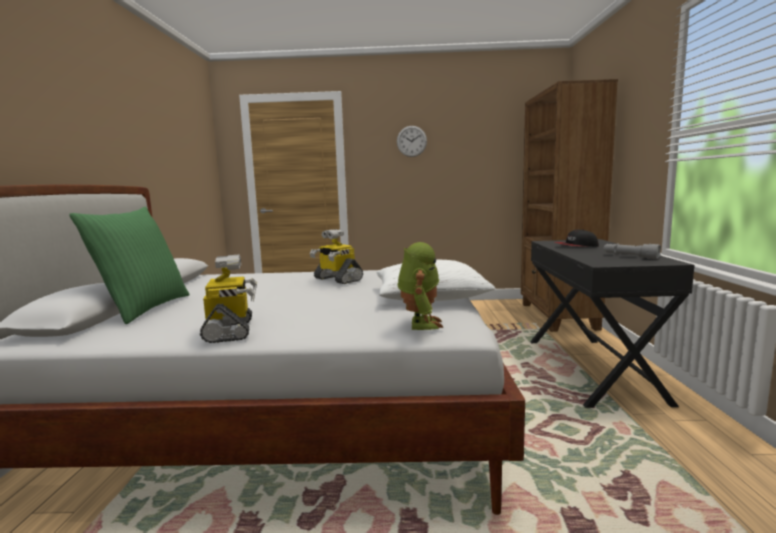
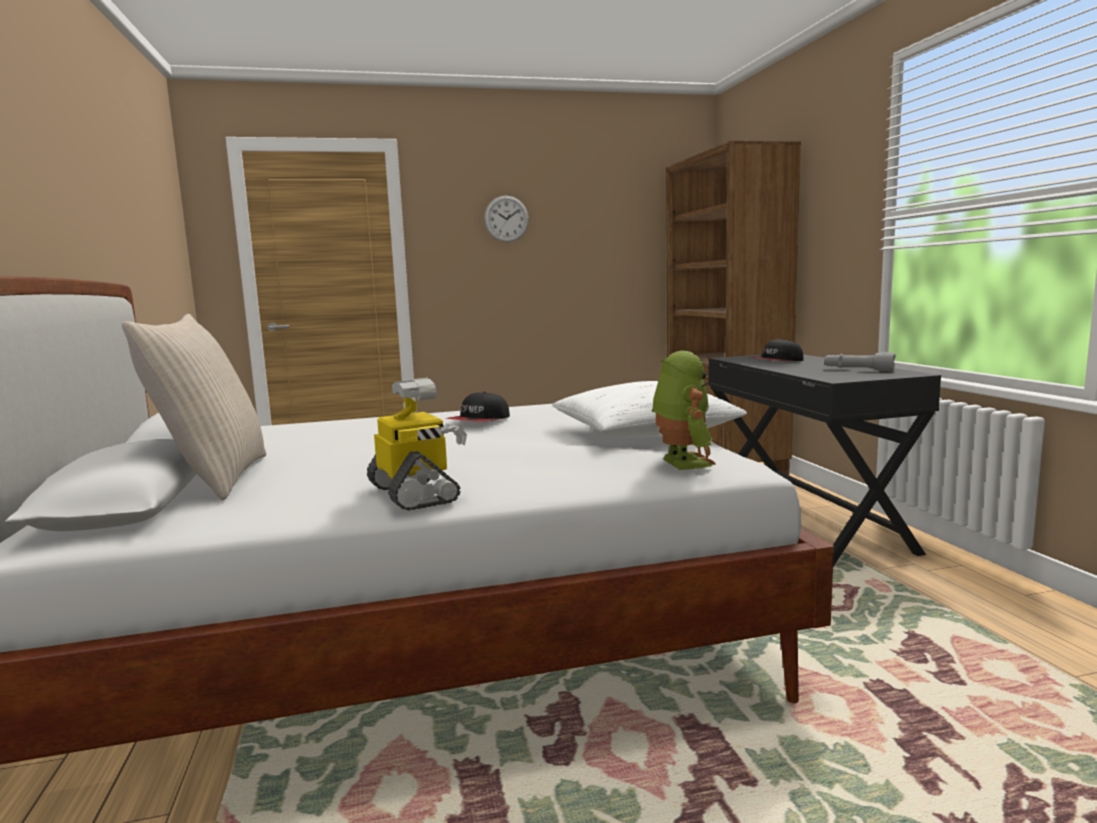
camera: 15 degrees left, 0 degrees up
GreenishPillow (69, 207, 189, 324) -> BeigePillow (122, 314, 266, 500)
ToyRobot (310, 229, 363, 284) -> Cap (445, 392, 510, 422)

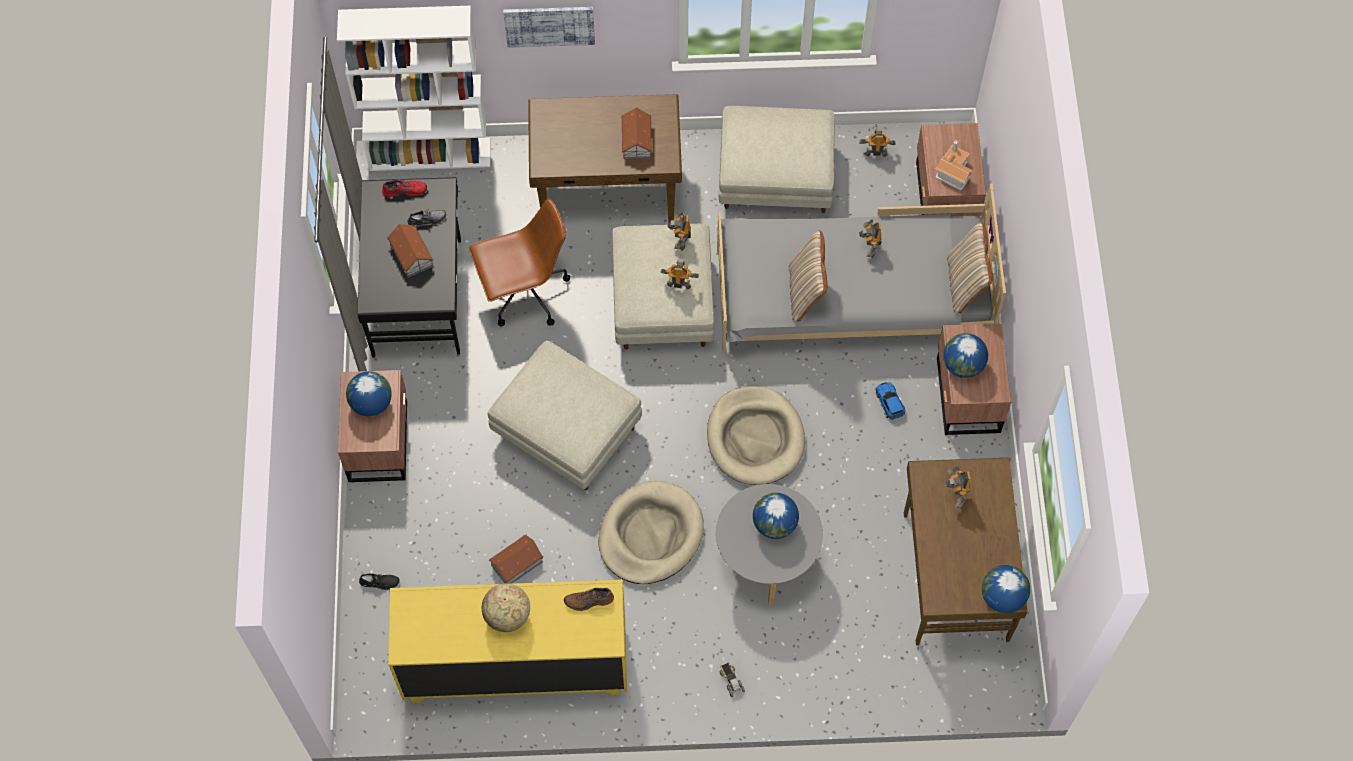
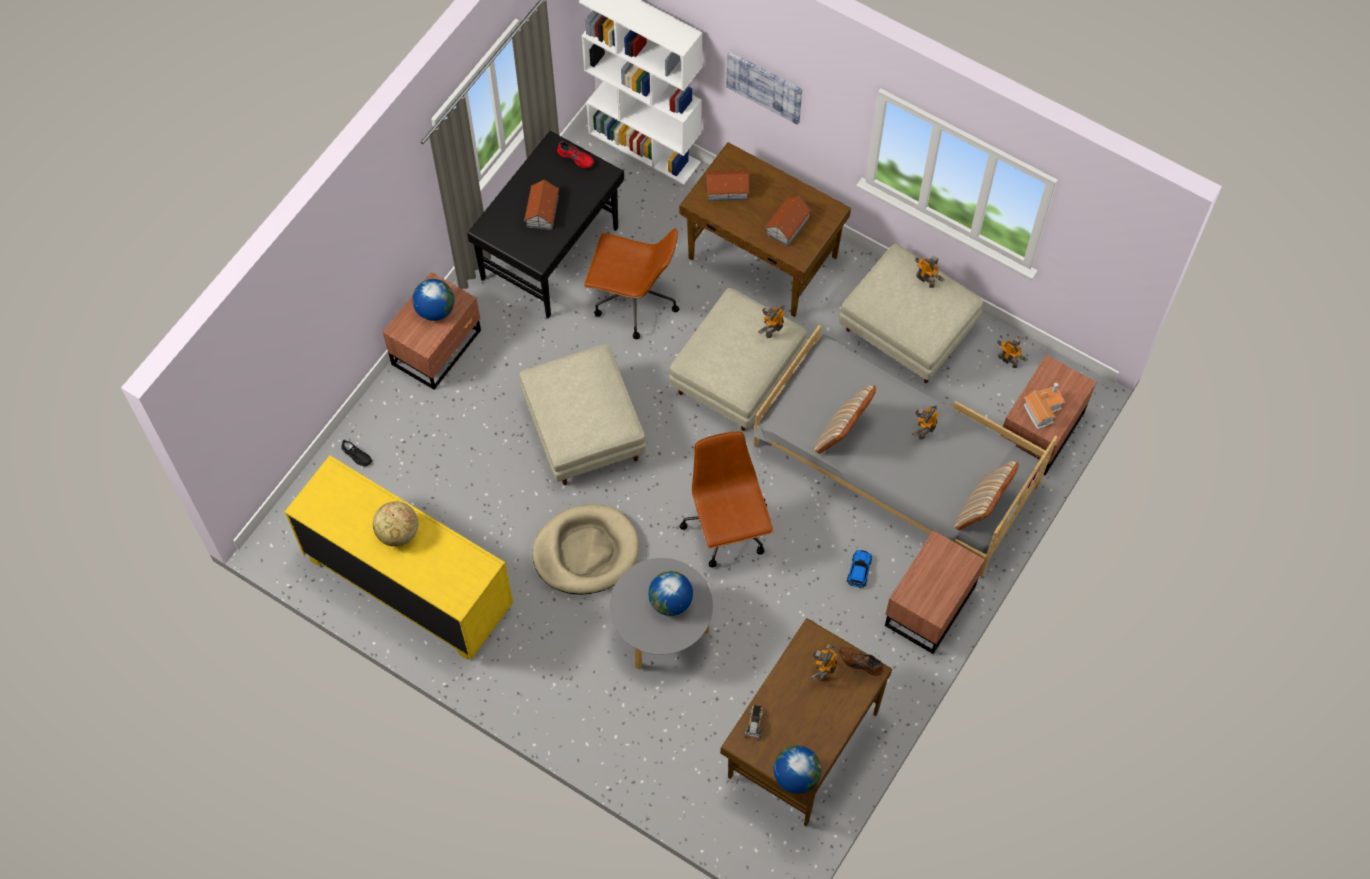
camera: 35 degrees right, 0 degrees up
GreyishLowShoe (408, 210, 446, 227) -> none
ToyRobot (660, 259, 699, 289) -> ToyRobot (915, 256, 945, 288), move
WorldGlobe (943, 333, 988, 378) -> none
BeigeDogCushion (707, 386, 805, 485) -> BrownishComputerChair (680, 431, 773, 567)
ToyHouse (488, 534, 544, 584) -> ToyHouse (706, 169, 750, 201), move
BrownishLowShoe (564, 588, 614, 611) -> BrownishLowShoe (839, 647, 884, 676), move
ToyLorry (720, 662, 745, 697) -> ToyLorry (744, 705, 764, 740), move

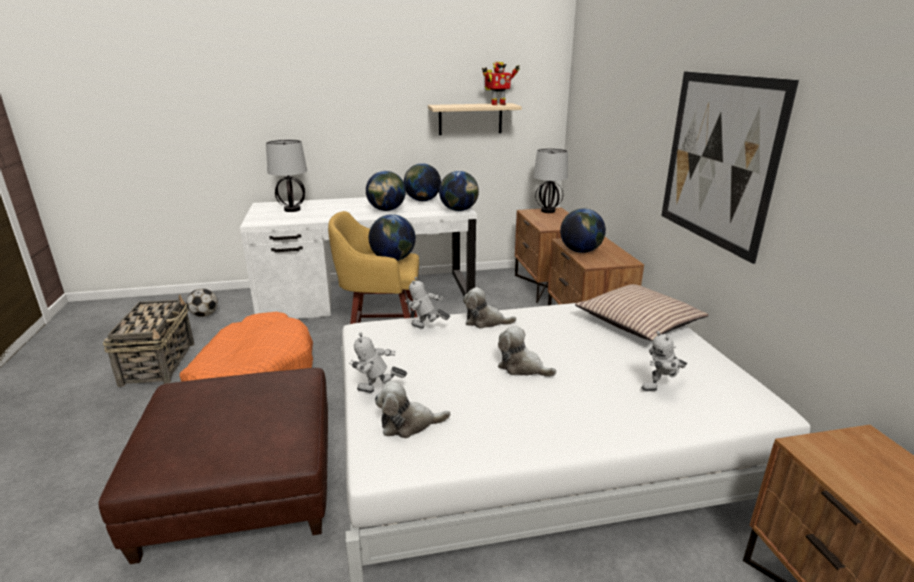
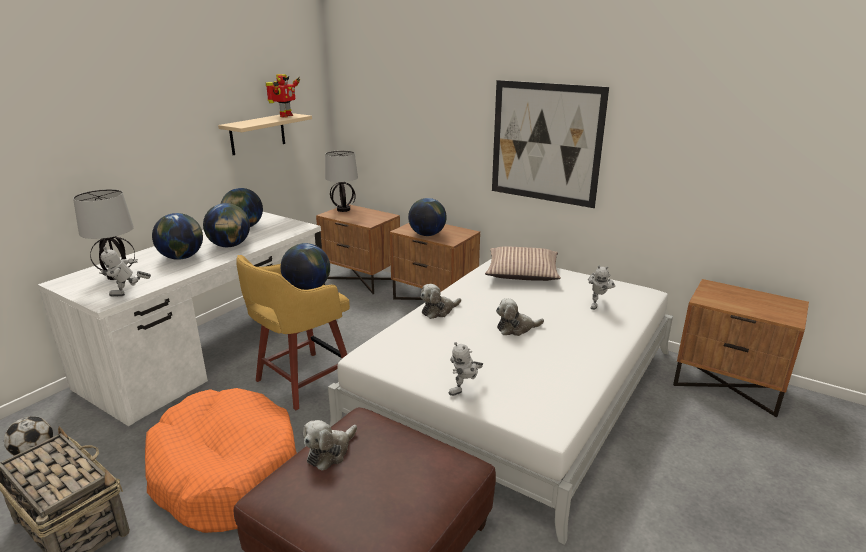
camera: 45 degrees left, 0 degrees up
WorldGlobe (439, 171, 479, 211) -> WorldGlobe (152, 213, 203, 260), move
ToyRobot (405, 277, 450, 329) -> ToyRobot (99, 247, 151, 296), move
SoftToy (375, 381, 450, 438) -> SoftToy (303, 420, 357, 471), move

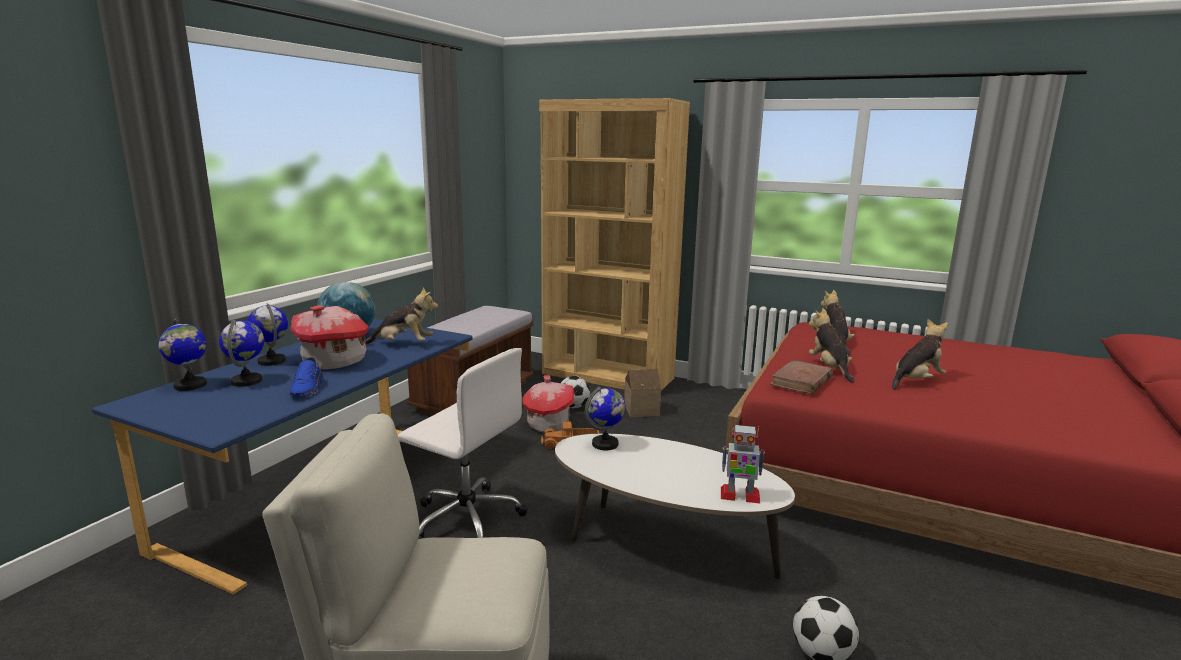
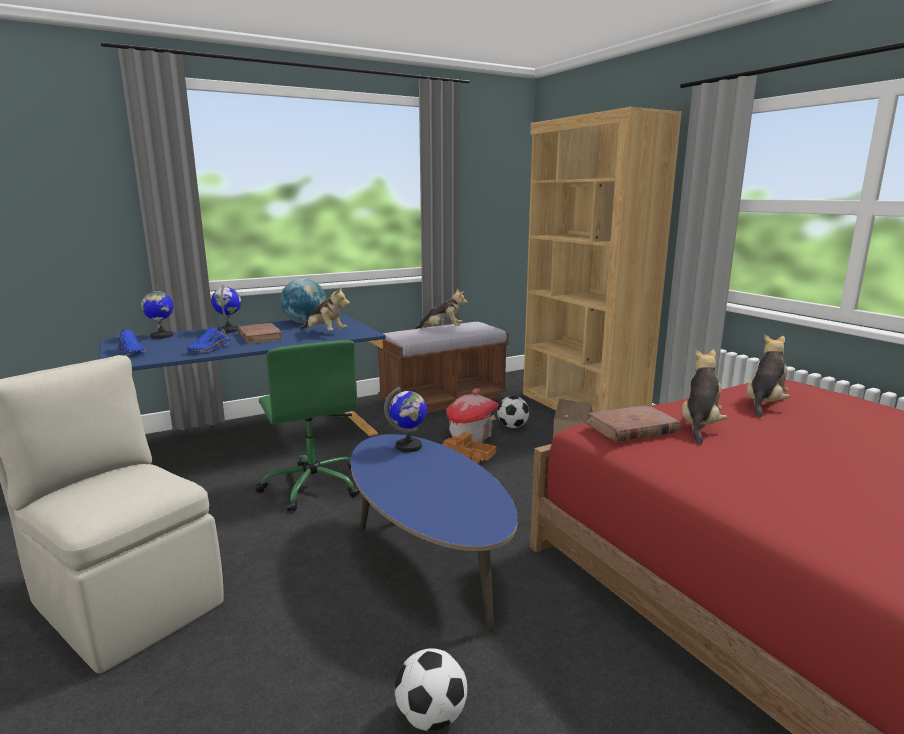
camera: 35 degrees right, 0 degrees up
ToyHouse (291, 305, 369, 370) -> BrownishBoundBook (238, 323, 283, 344)
WorldGlobe (219, 319, 264, 387) -> none
SoftToy (892, 319, 948, 390) -> SoftToy (415, 289, 467, 329), move
WhiteColouredComputerChair (398, 348, 527, 539) -> GreenishComputerChair (255, 340, 359, 512)
ToyRobot (721, 424, 765, 503) -> none
WhiteColouredLowTable (555, 434, 795, 579) -> BluishLowTable (351, 434, 518, 633)
none -> BluishLowShoe (118, 329, 146, 356)

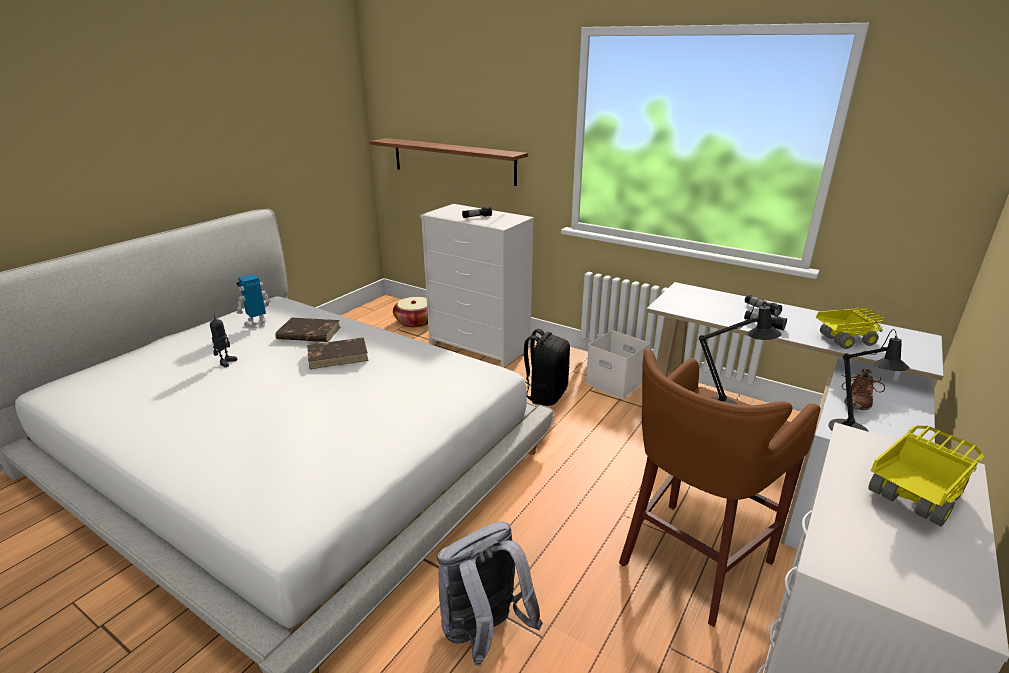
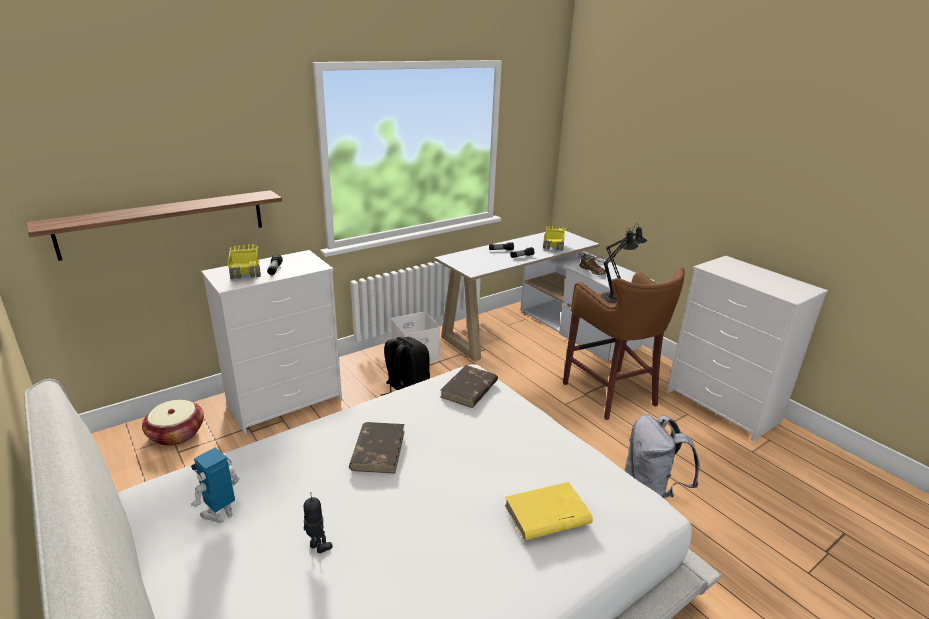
camera: 70 degrees left, 0 degrees up
ToyRobot (236, 274, 270, 329) -> ToyRobot (191, 447, 240, 523), 60 degrees clockwise
BrownishBoundBook (275, 318, 341, 342) -> BrownishBoundBook (441, 365, 498, 408), move
ToyLorry (868, 426, 984, 527) -> ToyLorry (228, 244, 261, 279), move
none -> YellowBoundBook (505, 482, 593, 541)

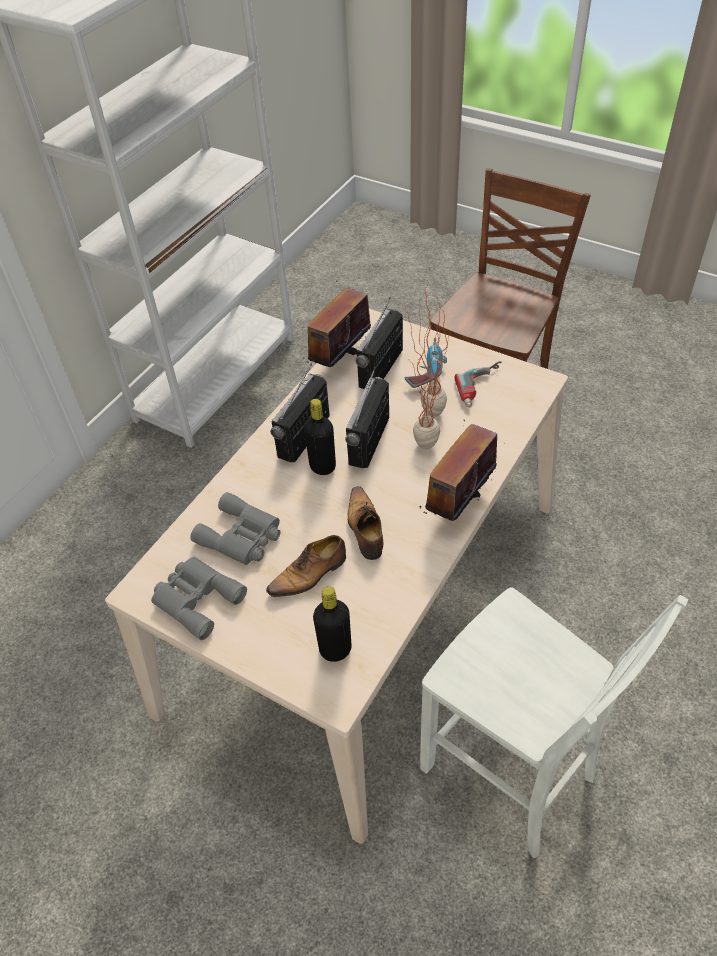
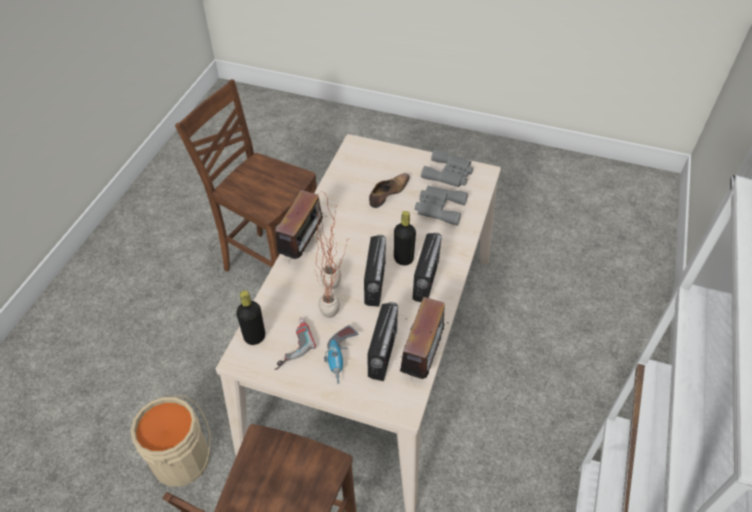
camera: 165 degrees right, 0 degrees up
LowShoe (348, 487, 383, 560) -> none
BlackColouredDrinkBottle (313, 586, 352, 662) -> BlackColouredDrinkBottle (236, 290, 265, 345), move
WhiteColouredUprightChair (420, 588, 688, 858) -> BrownishUprightChair (175, 79, 317, 271)
none -> BeigePail (130, 395, 211, 487)

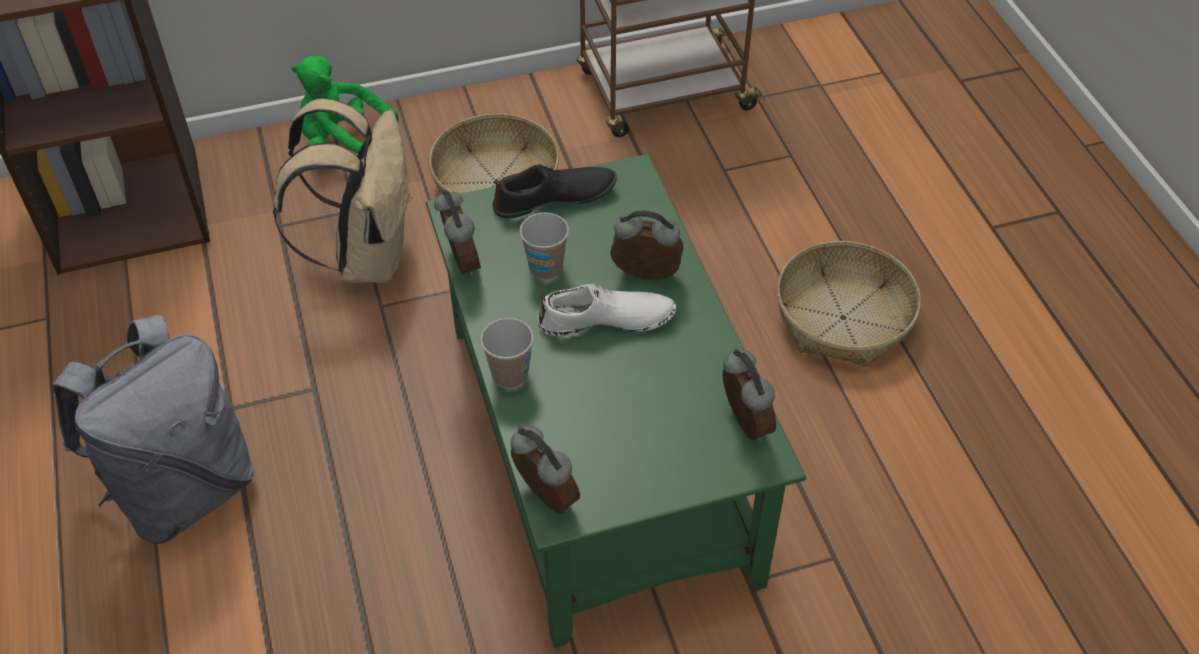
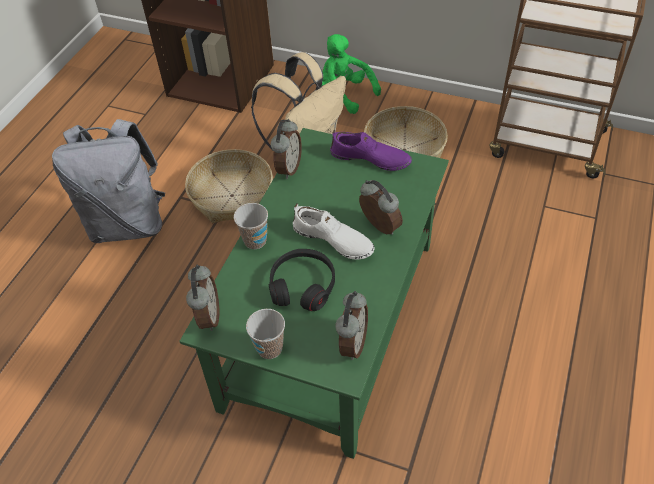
camera: 40 degrees right, 0 degrees up
BlackColouredLowShoe (492, 164, 617, 218) -> PurpleColouredLowShoe (330, 130, 412, 171)
SmallCup (520, 212, 569, 280) -> SmallCup (246, 309, 285, 359), move
StorageBasket (777, 241, 921, 367) -> StorageBasket (185, 149, 273, 223), move
none -> BlackColouredHeadset (269, 249, 335, 311)

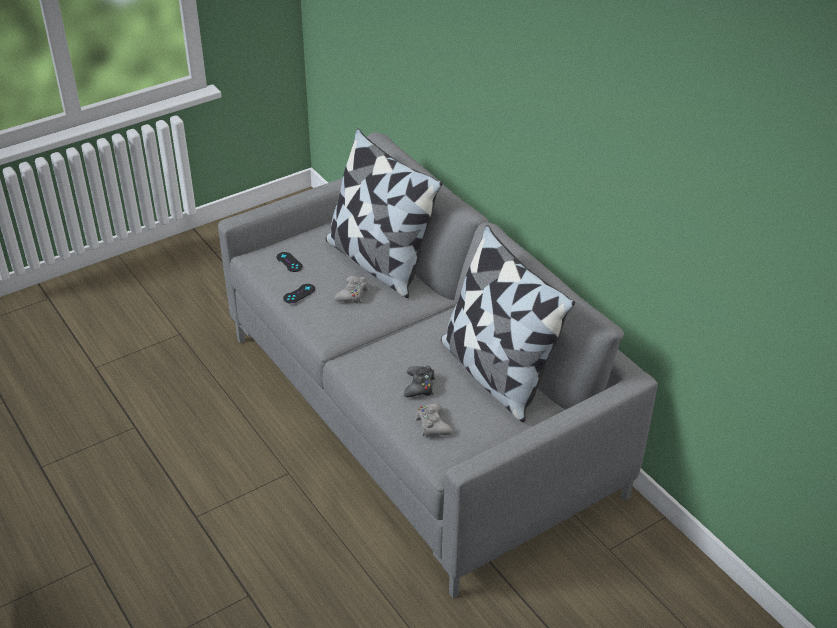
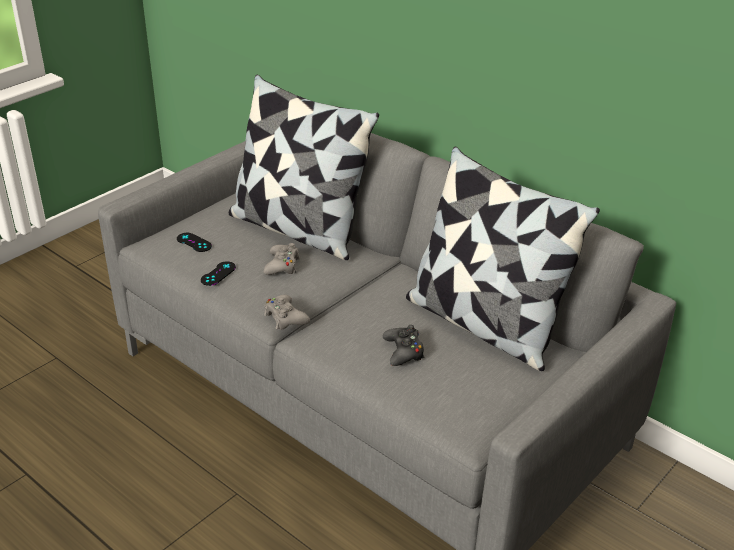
camera: 15 degrees left, 5 degrees down
GreyishJoypad (415, 403, 453, 437) -> GreyishJoypad (264, 295, 310, 330), move

